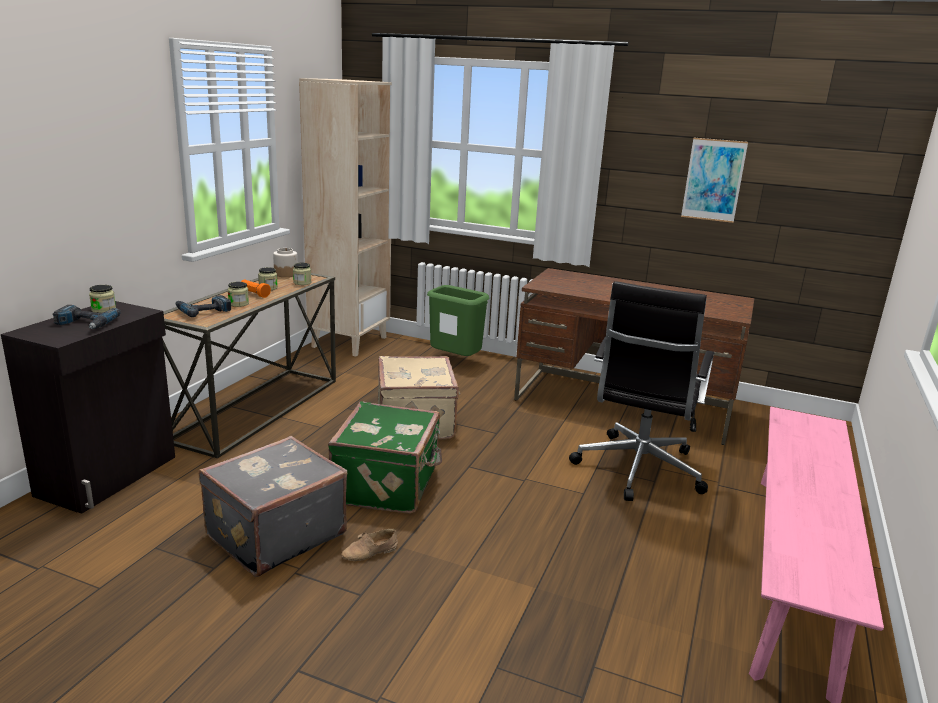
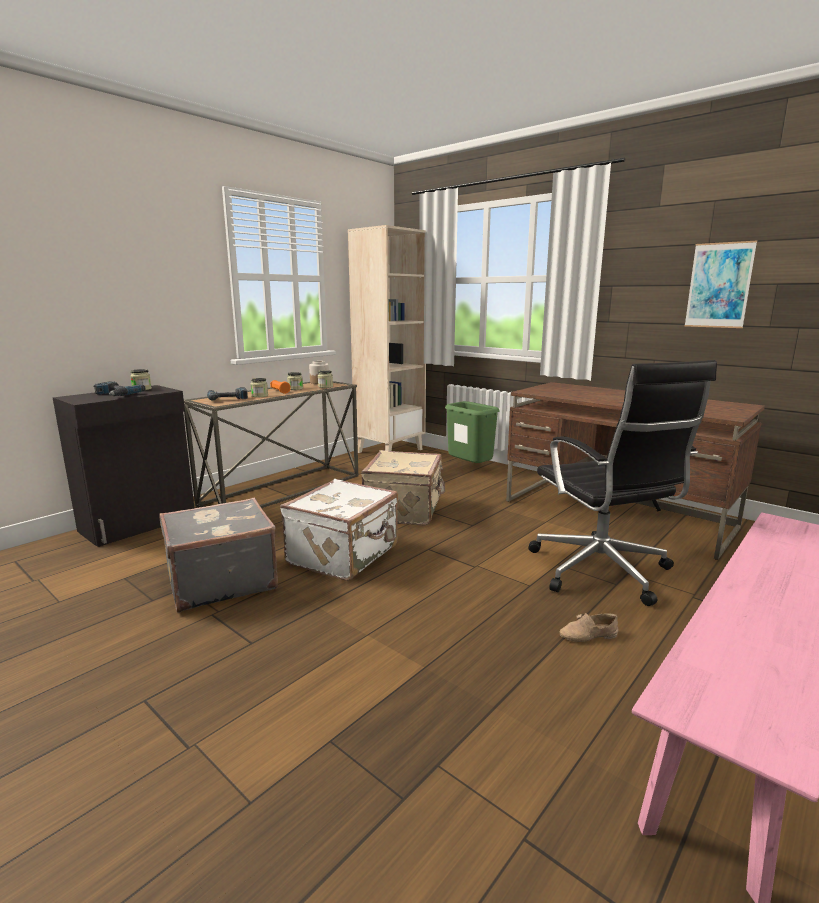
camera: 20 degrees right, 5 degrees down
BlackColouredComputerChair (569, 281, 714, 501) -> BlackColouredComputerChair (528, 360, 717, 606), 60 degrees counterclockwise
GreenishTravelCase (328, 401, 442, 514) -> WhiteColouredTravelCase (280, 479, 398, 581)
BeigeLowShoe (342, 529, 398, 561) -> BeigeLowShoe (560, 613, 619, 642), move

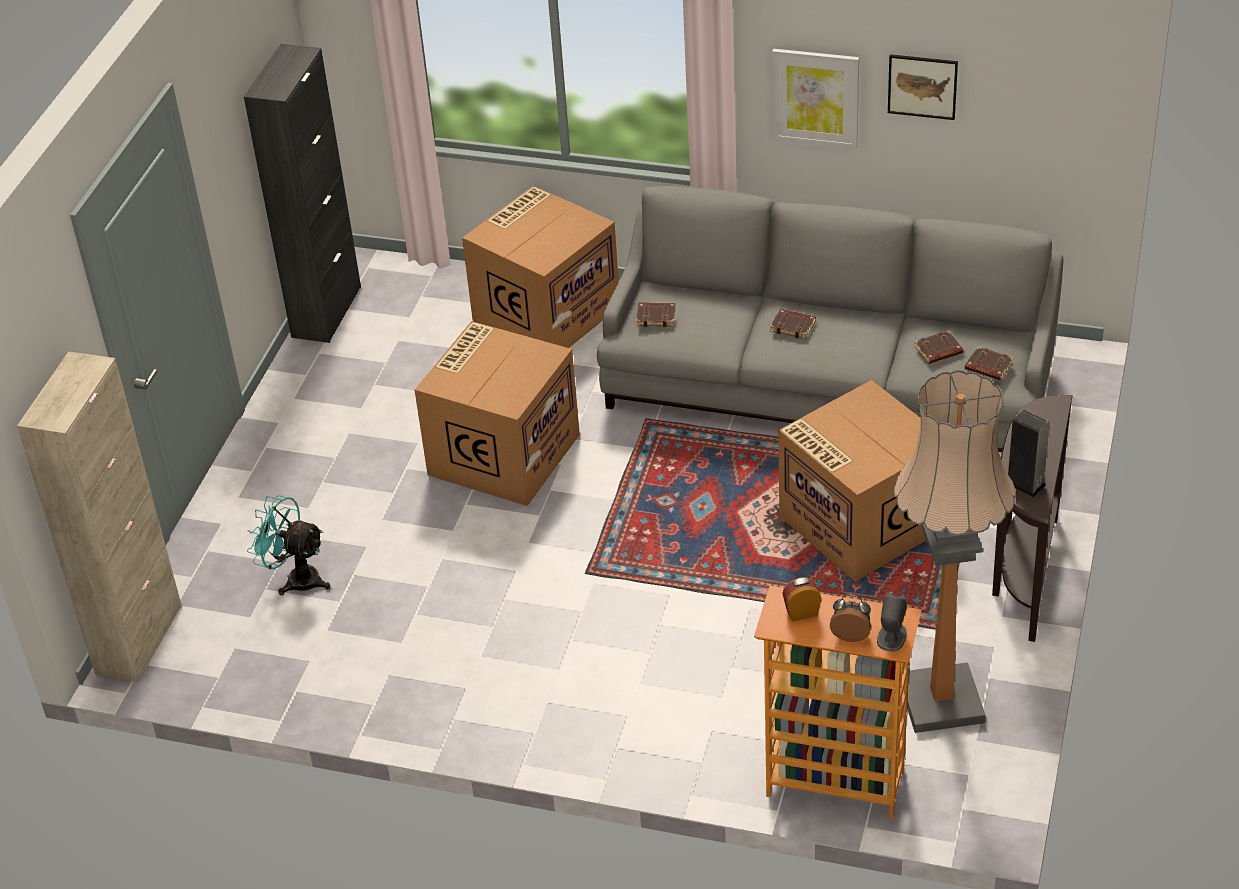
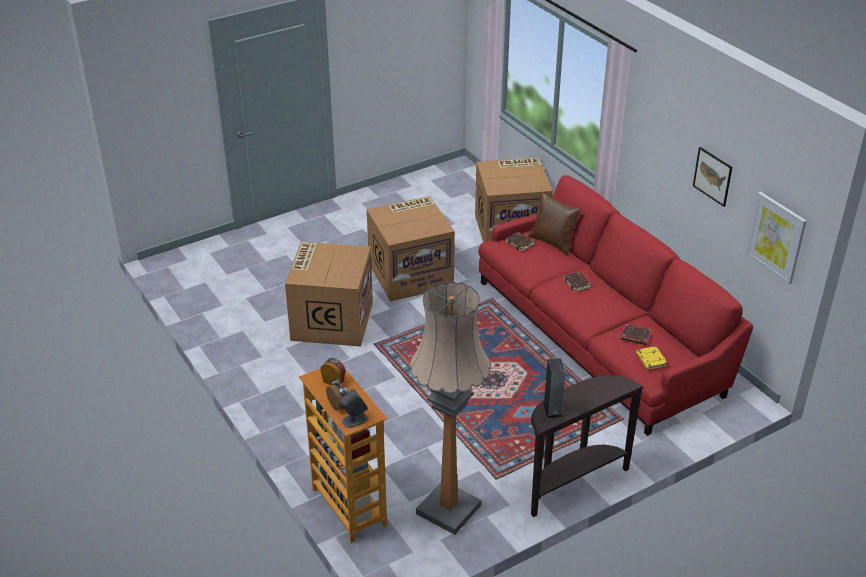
camera: 40 degrees right, 5 degrees down
BlackColouredStorageCabinet (244, 44, 361, 343) -> none
Picture (772, 49, 859, 149) -> Picture (745, 192, 806, 284), move
GreyishSettee (597, 186, 1063, 452) -> RedSettee (479, 175, 753, 436)
BrownishBoundBook (965, 347, 1014, 381) -> YellowBoundBook (636, 346, 667, 369)
BeigeStorageCabinet (17, 351, 182, 682) -> none
Carton (779, 380, 926, 582) -> Carton (285, 242, 373, 347), move
TurquoiseColouredElectricFan (247, 495, 331, 595) -> none
none -> BrownishPillow (528, 192, 581, 256)

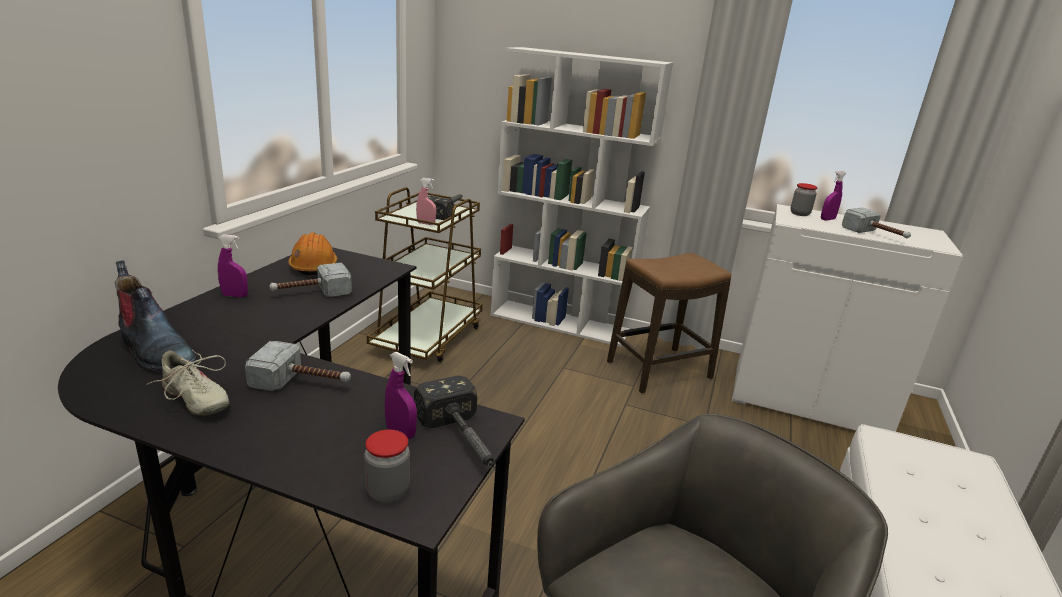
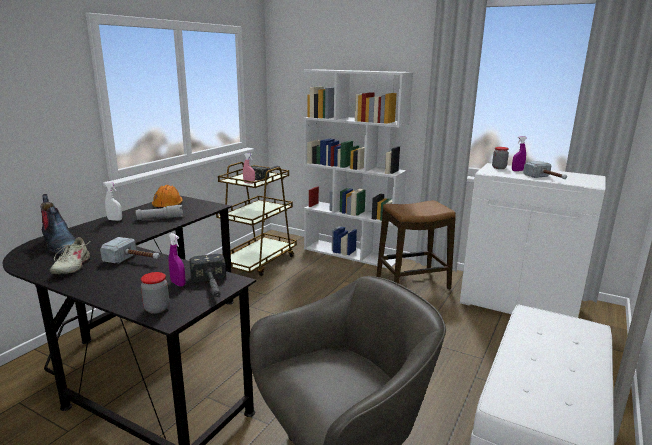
camera: 10 degrees right, 5 degrees down
PurpleColouredSprayer (218, 234, 248, 298) -> WhiteColouredSprayer (105, 182, 122, 221)
ToolHammer (269, 263, 352, 297) -> GreyishTorch (136, 205, 183, 220)
BeigeLowShoe (147, 350, 229, 416) -> BeigeLowShoe (50, 237, 90, 274), 45 degrees clockwise

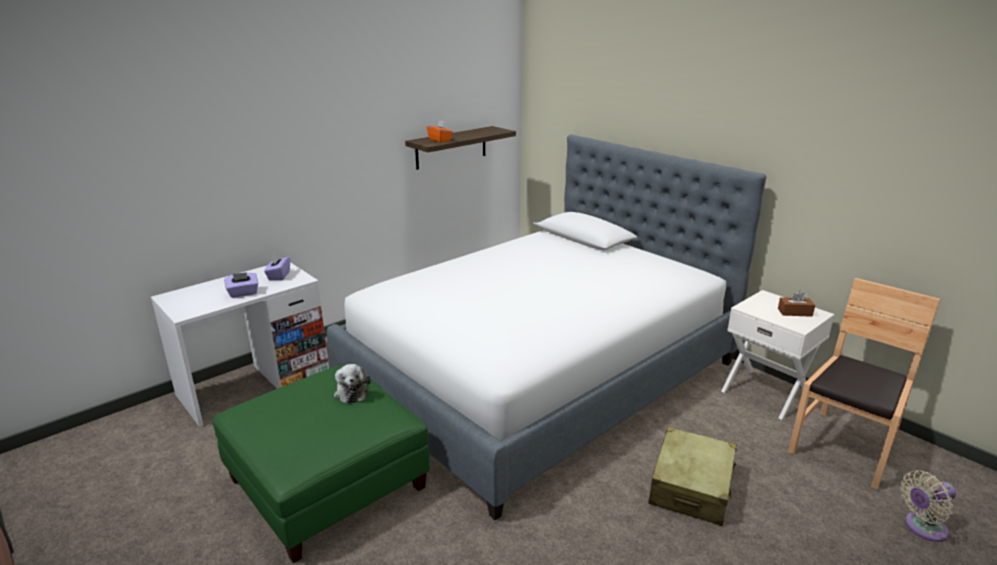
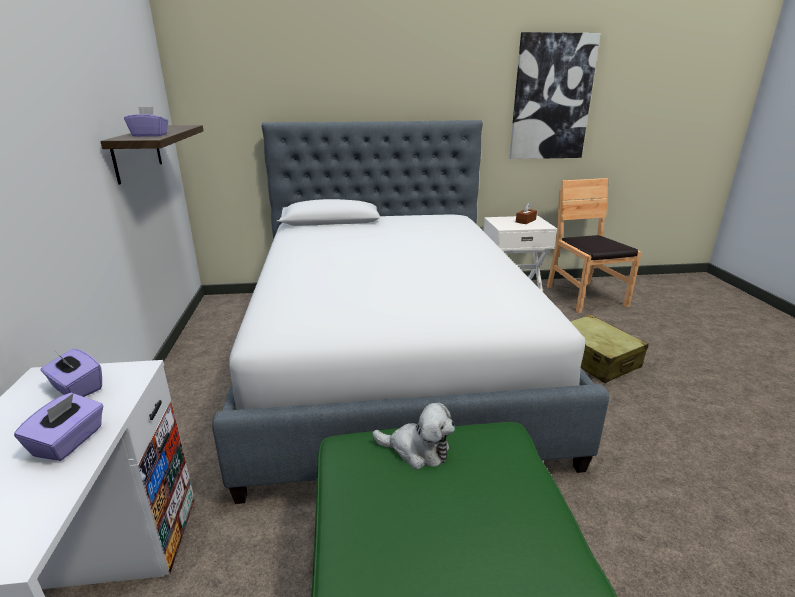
camera: 55 degrees left, 0 degrees up
OrangeyTissueHolder (427, 120, 453, 142) -> PurpleColouredTissueHolder (124, 107, 168, 137)
BeigeElectricFan (900, 470, 956, 542) -> none
none -> Picture (509, 32, 601, 159)

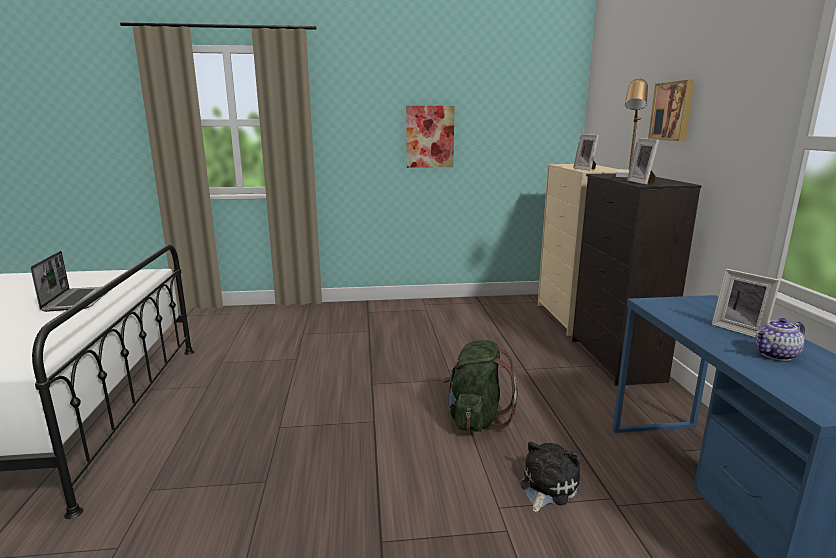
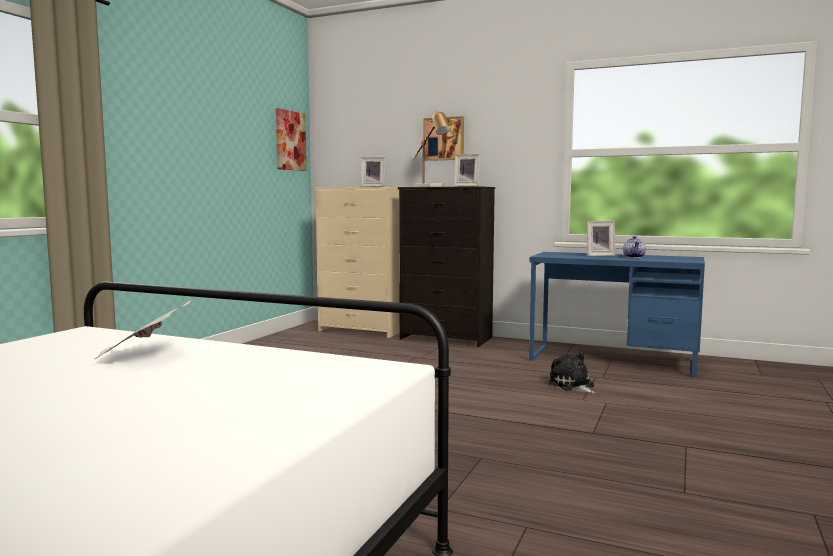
camera: 60 degrees left, 10 degrees down
Picture (406, 106, 455, 168) -> Picture (276, 108, 306, 171), move
NotebookComputer (30, 251, 109, 312) -> Newspaper (95, 300, 191, 359)
GreenishBackpack (443, 340, 518, 432) -> none

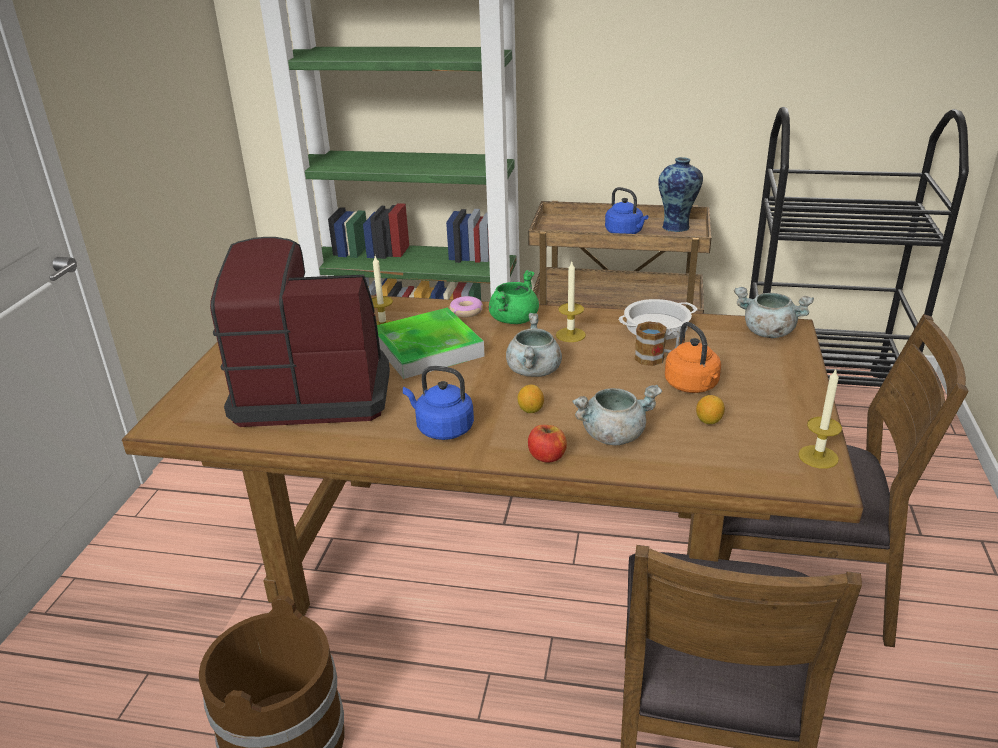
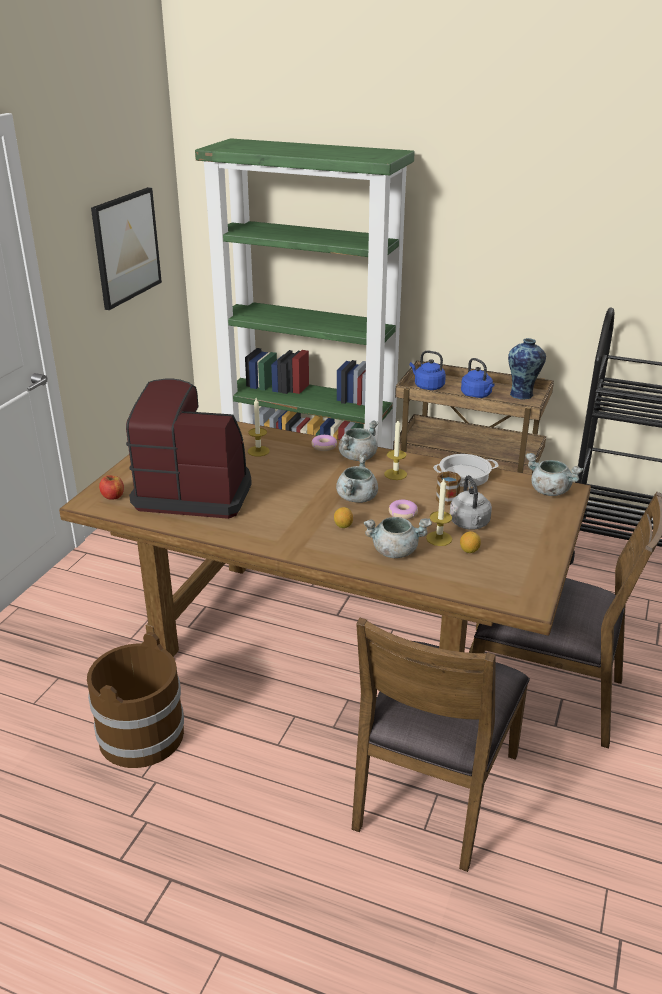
camera: 10 degrees right, 0 degrees up
GreenishCookingPot (489, 270, 539, 324) -> GreyishCookingPot (338, 420, 379, 461)
ServingTray (377, 308, 485, 379) -> none
OrangeyKettle (665, 322, 721, 393) -> GreyishKettle (450, 475, 492, 530)
BluishKettle (403, 366, 474, 440) -> BluishKettle (410, 350, 446, 390), move
Candle (798, 370, 842, 468) -> Candle (426, 479, 452, 546), move
WholeApple (528, 425, 567, 463) -> WholeApple (99, 475, 124, 500), move
none -> Picture (91, 187, 162, 310)
none -> RingDoughnut (389, 500, 418, 520)

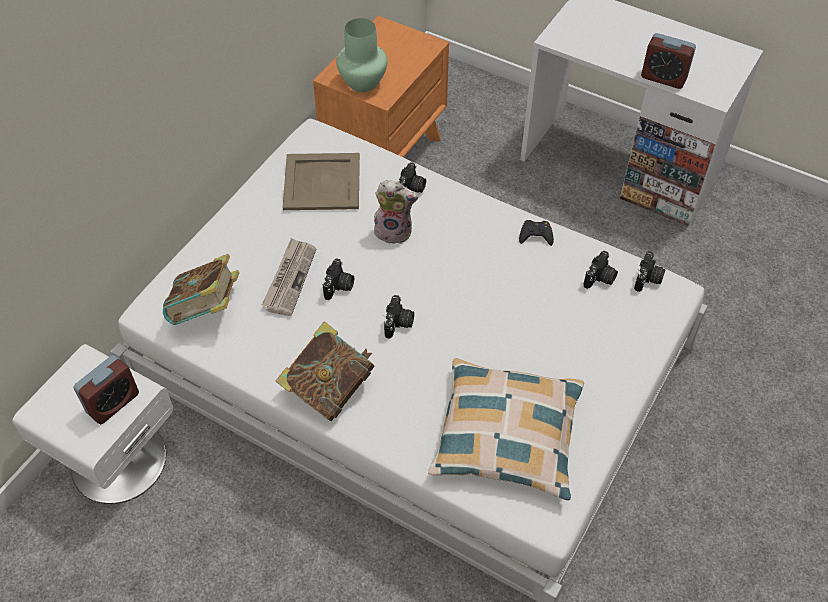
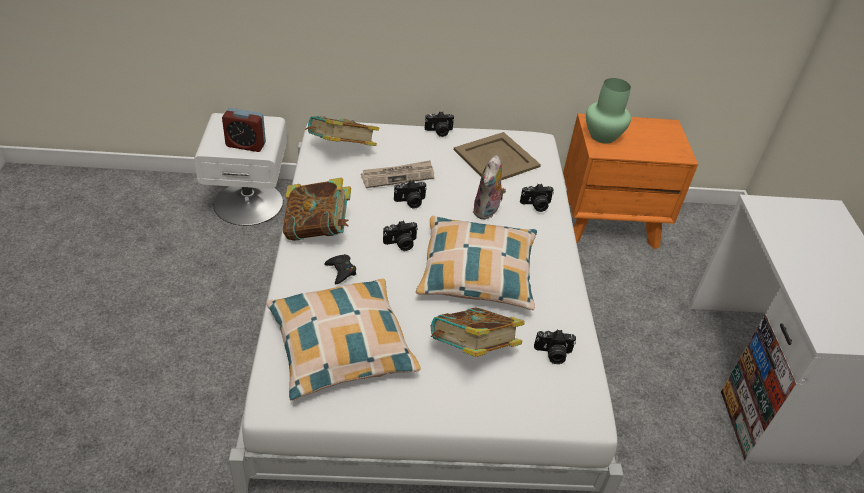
camera: 55 degrees right, 10 degrees down
TableClock (641, 33, 696, 89) -> none
SoftToy (374, 180, 418, 244) -> SoftToy (473, 155, 506, 220), 45 degrees clockwise
BlackColouredJoypad (519, 220, 554, 246) -> BlackColouredJoypad (324, 254, 356, 284), move
StillCamera (634, 251, 666, 292) -> StillCamera (425, 111, 454, 137), move
none -> Pillow (416, 216, 537, 310)
none -> BoundBook (431, 307, 525, 357)

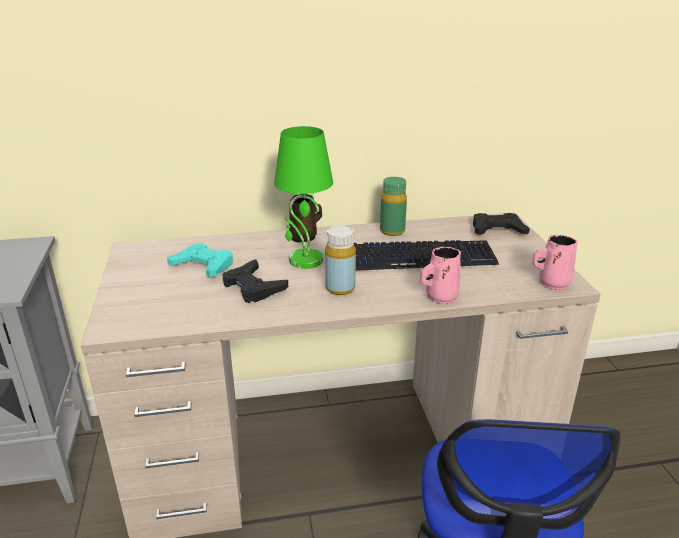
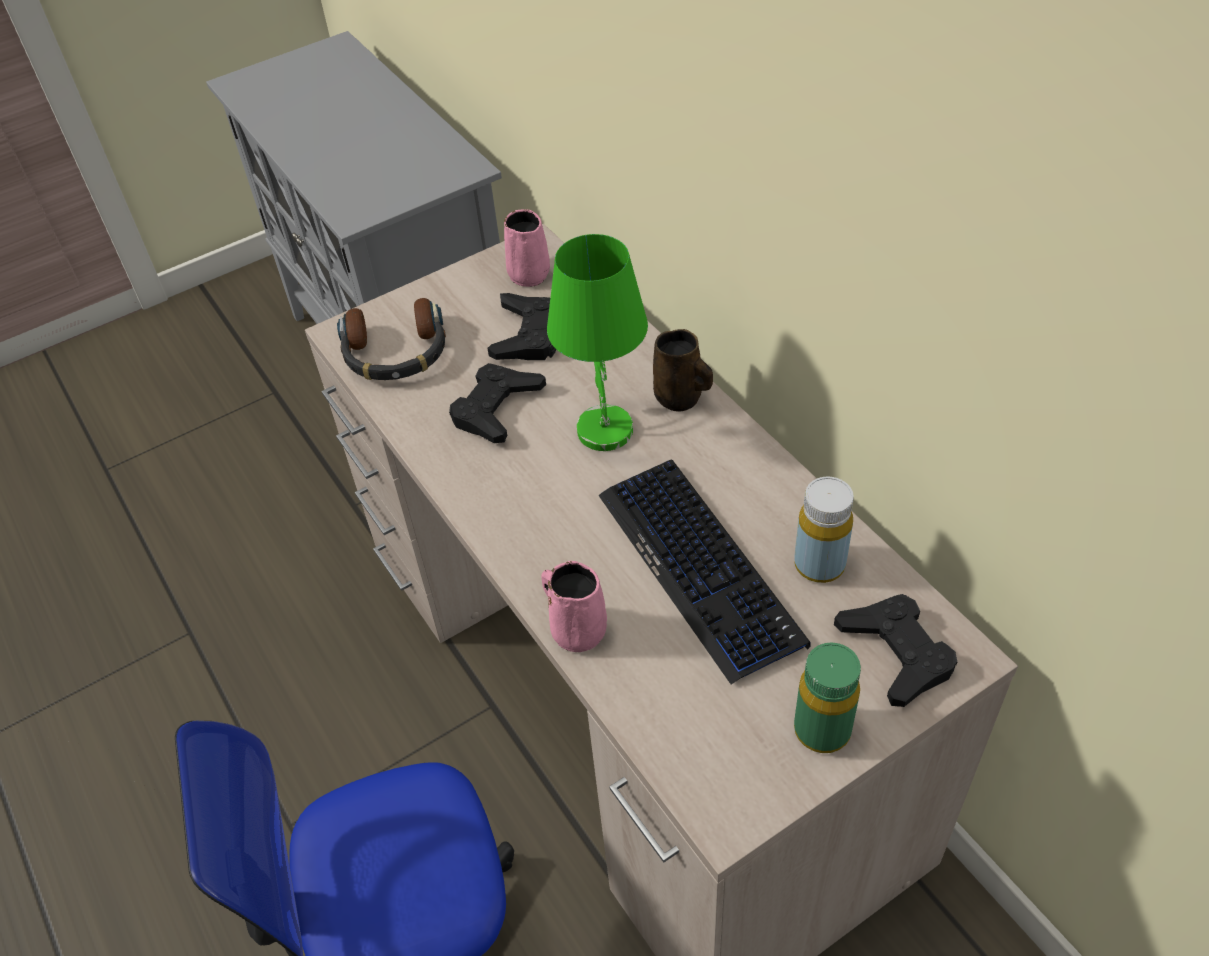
camera: 70 degrees right, 20 degrees up
GreenishDrinkBottle (380, 177, 407, 236) -> GreenishDrinkBottle (794, 643, 861, 753), move
YellowDrinkBottle (325, 225, 356, 295) -> YellowDrinkBottle (794, 477, 854, 583), move
PinkColouredMug (532, 235, 578, 290) -> PinkColouredMug (504, 209, 550, 287), move
TurquoiseColouredJoypad (167, 243, 233, 277) -> BlackColouredJoypad (487, 293, 556, 360)
none -> Headset (337, 298, 446, 380)

